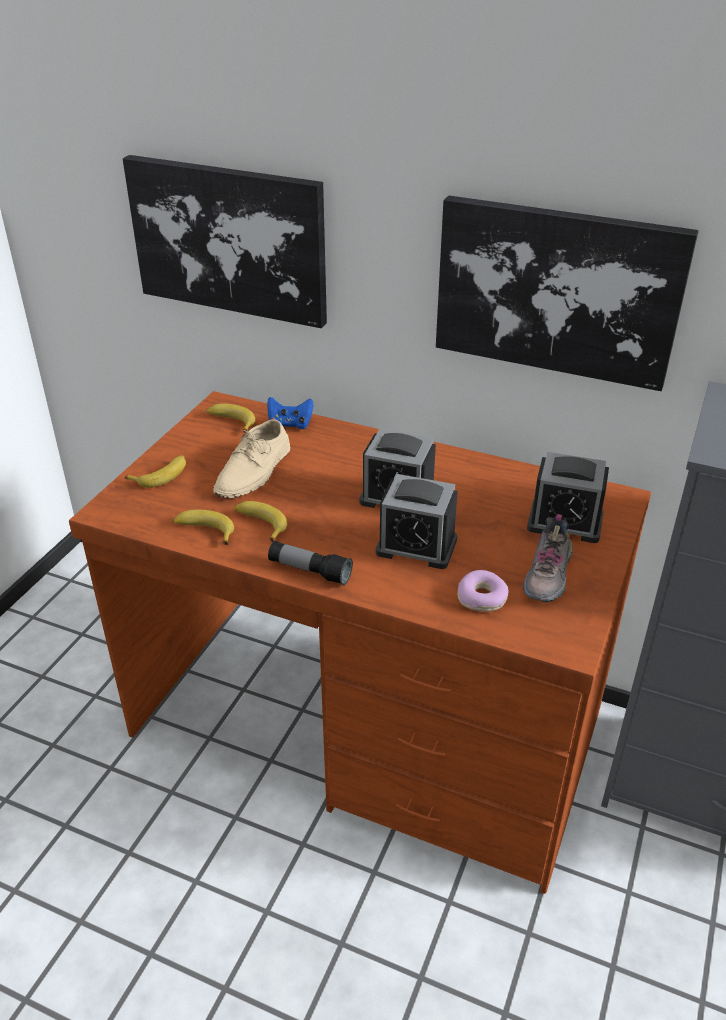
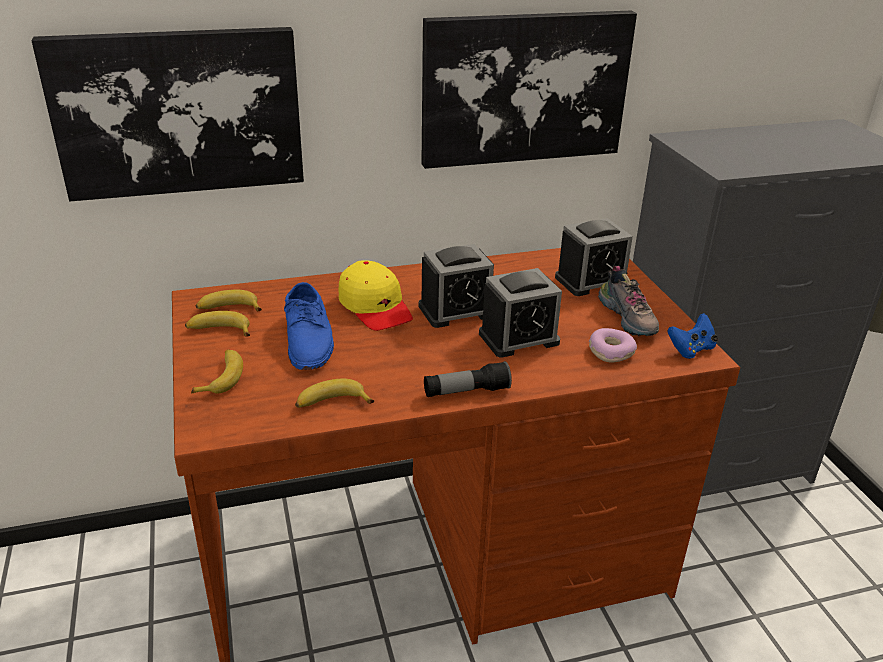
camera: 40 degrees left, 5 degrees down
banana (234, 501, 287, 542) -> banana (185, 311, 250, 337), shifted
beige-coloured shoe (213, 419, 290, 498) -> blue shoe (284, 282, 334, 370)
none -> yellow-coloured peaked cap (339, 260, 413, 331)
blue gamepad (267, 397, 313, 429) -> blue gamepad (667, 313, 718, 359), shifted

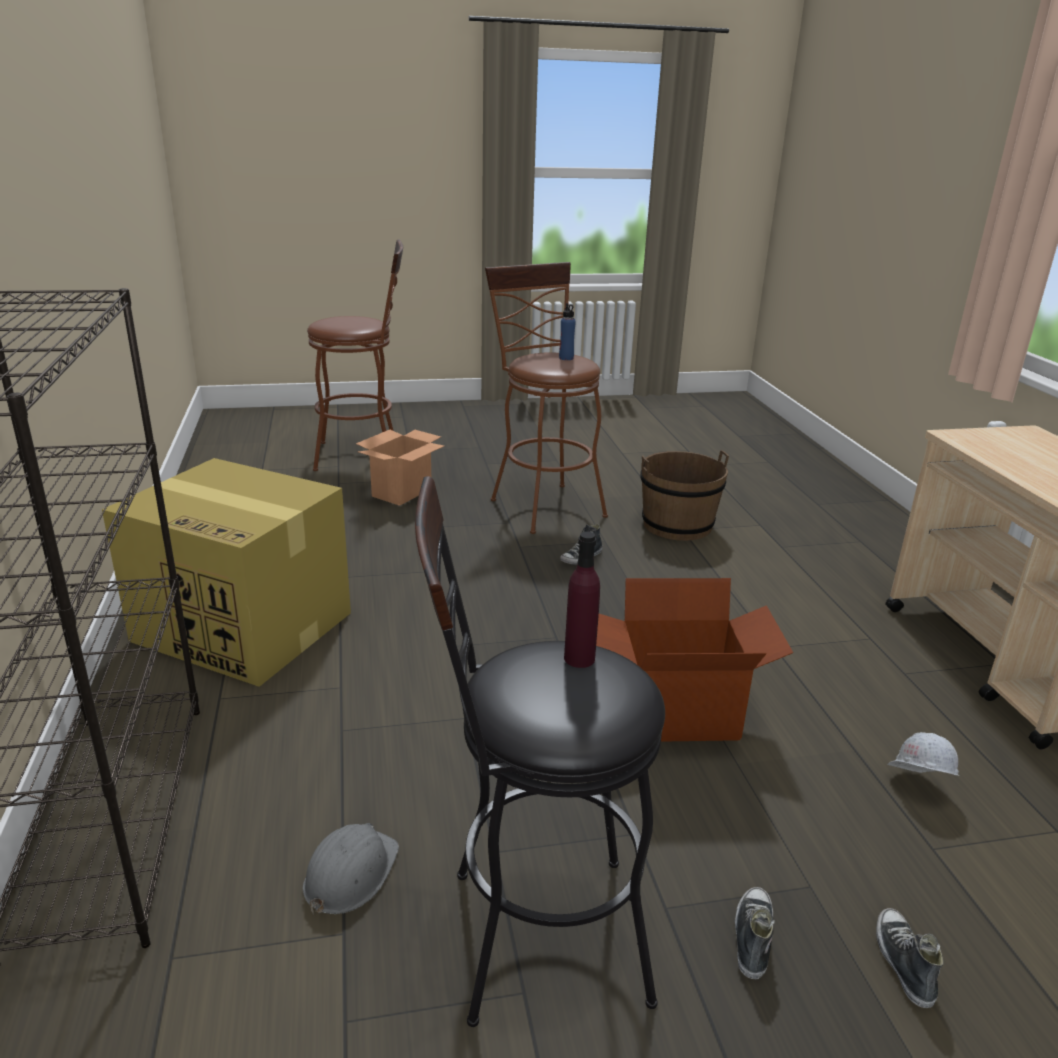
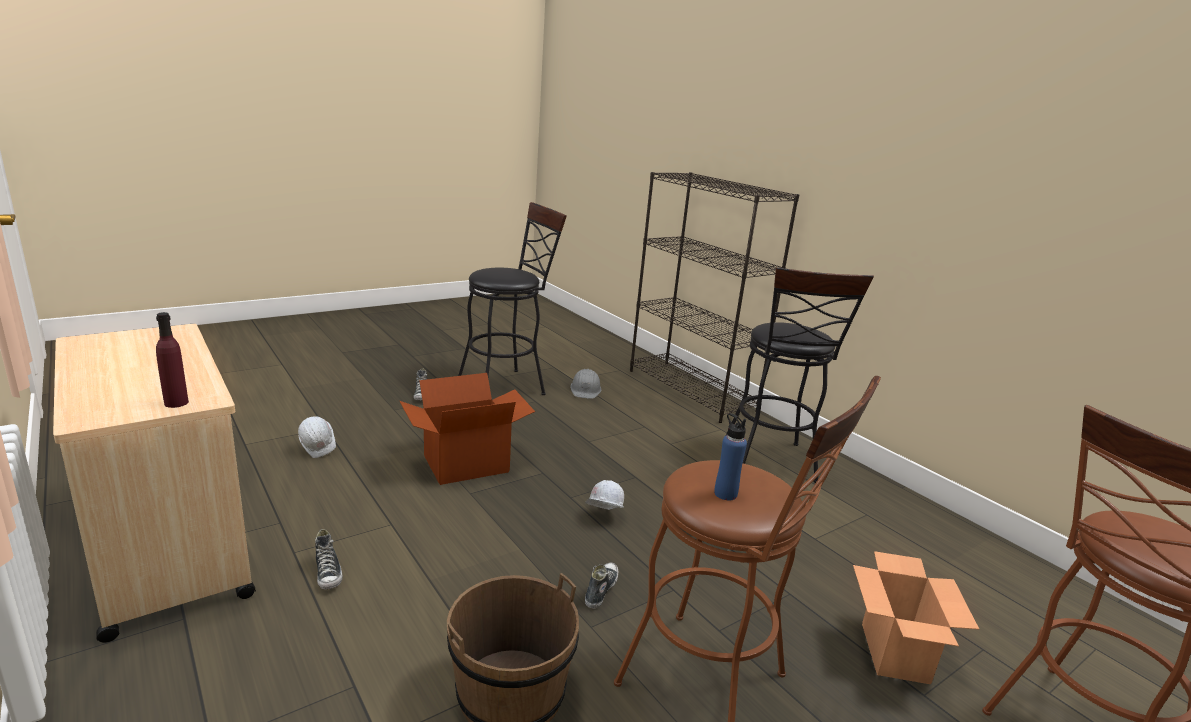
camera: 155 degrees right, 5 degrees down
purplish drink bottle (564, 531, 600, 668) -> purplish drink bottle (156, 312, 189, 408), shifted
shoe (876, 908, 944, 1008) -> shoe (315, 529, 343, 589), shifted
none -> white work helmet (585, 480, 624, 510)
packing box (102, 458, 351, 687) -> black-coloured stool (726, 267, 874, 483)

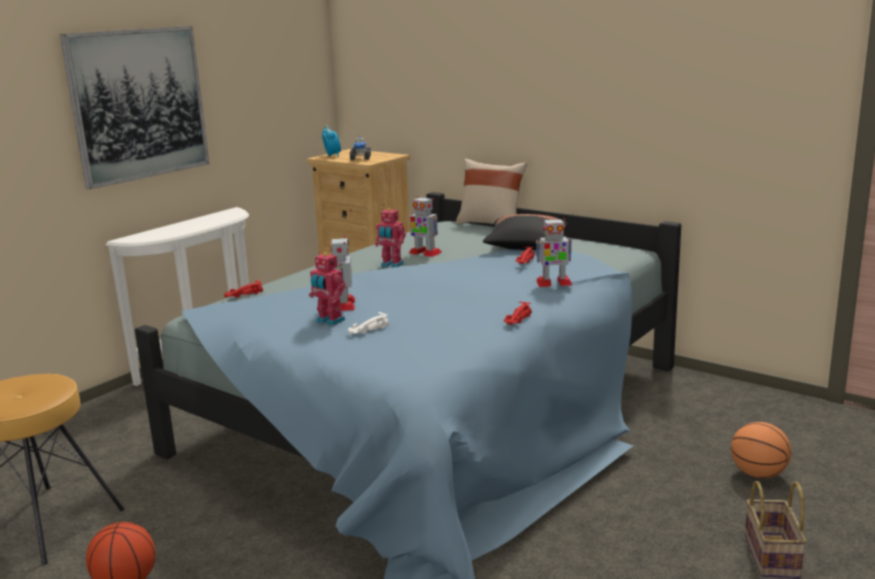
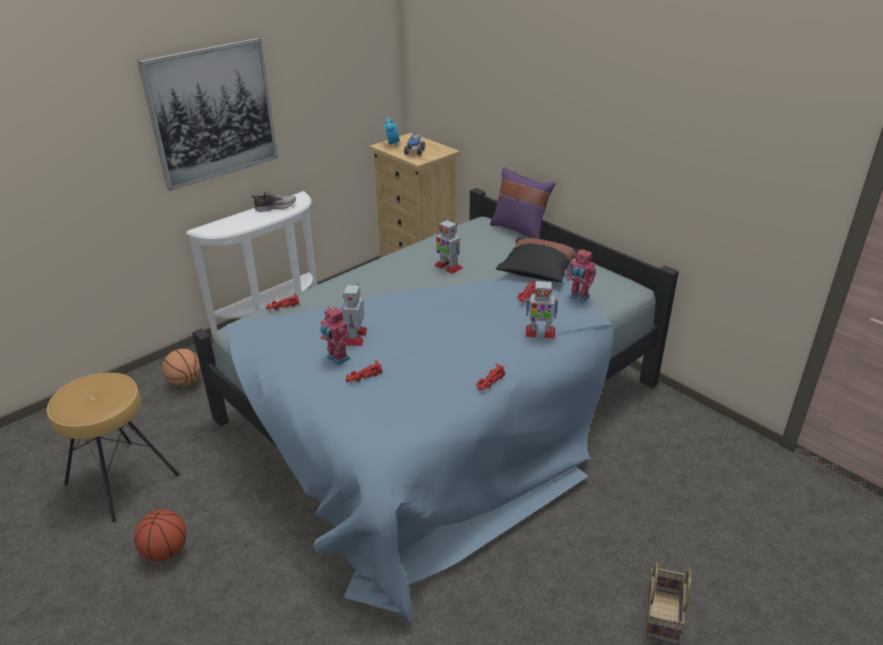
camera: 10 degrees right, 15 degrees up
ball for basketball (731, 422, 792, 478) -> ball for basketball (162, 349, 201, 386), shifted
none -> shoe (251, 192, 296, 212)
white model car (348, 312, 389, 334) -> red model car (346, 360, 382, 382)
beige-coloured pillow (456, 158, 527, 224) -> purplish pillow (490, 167, 556, 239)
robot figure (375, 208, 406, 268) -> robot figure (566, 249, 596, 303), shifted

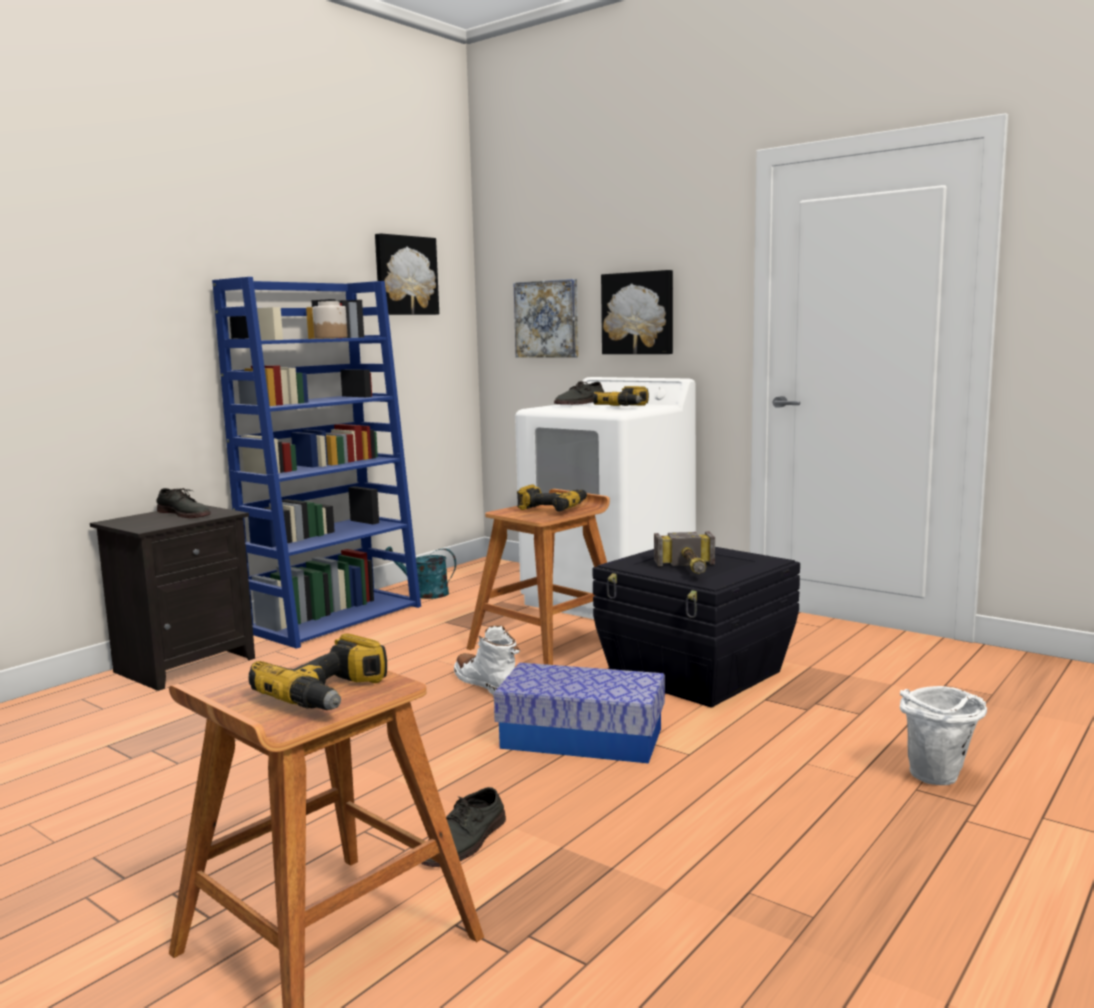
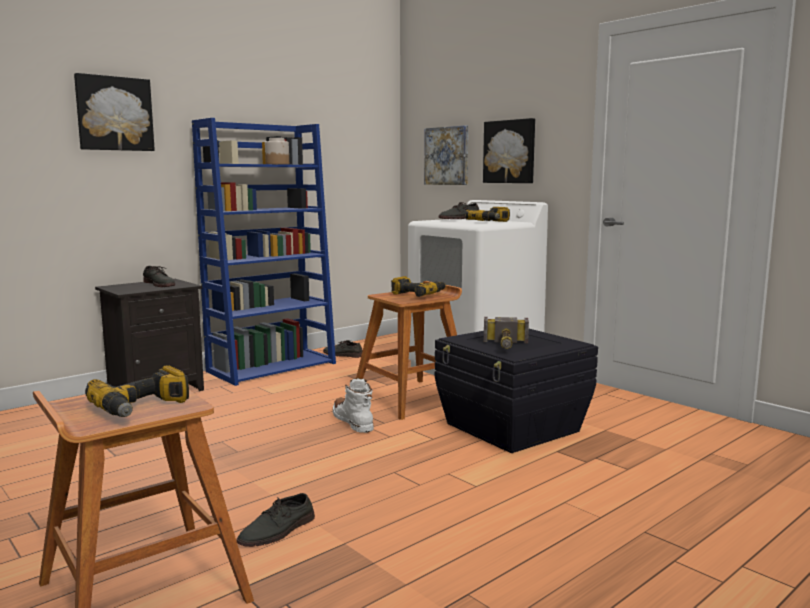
camera: 10 degrees right, 0 degrees up
wall picture (375, 233, 439, 315) -> wall picture (74, 73, 155, 151), shifted
turquoise-coloured watering can (384, 546, 456, 599) -> gray shoe (323, 340, 362, 358)
storage container (494, 663, 665, 764) -> none
white water bucket (900, 686, 987, 785) -> none

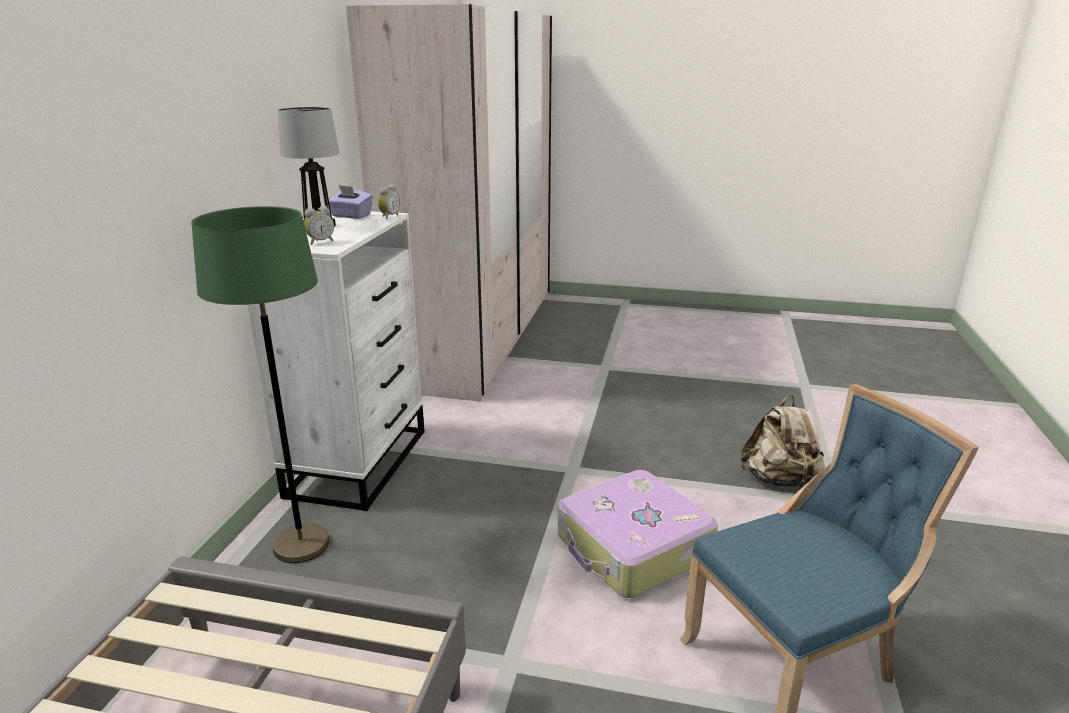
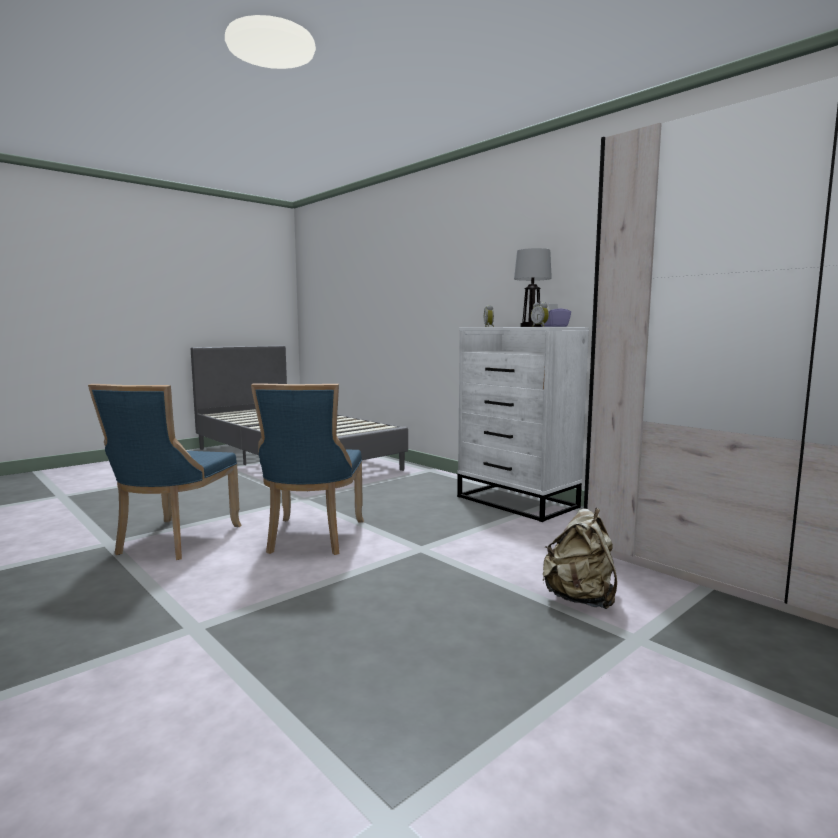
camera: 125 degrees right, 15 degrees down
piece of luggage (558, 470, 718, 598) -> blue chair (251, 383, 364, 555)
beige-coloured backpack (741, 395, 825, 488) -> beige-coloured backpack (542, 508, 617, 609), shifted
green standing lamp (191, 206, 330, 563) -> none

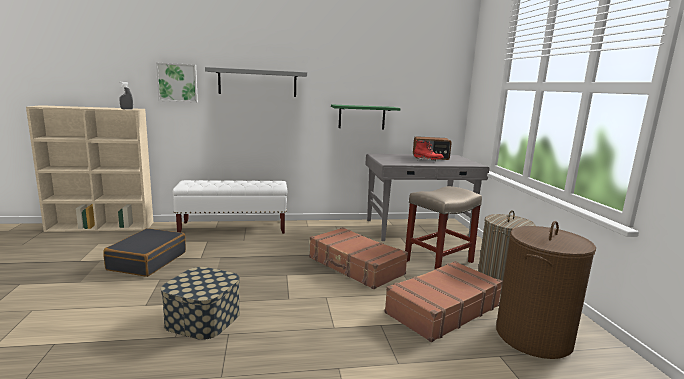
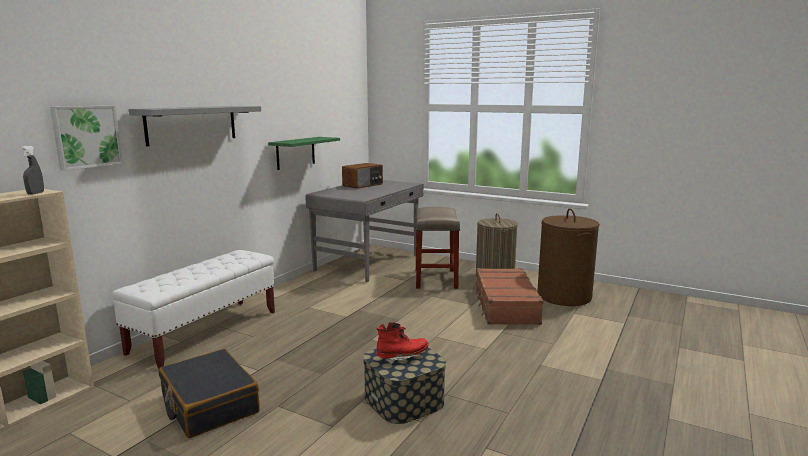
camera: 50 degrees left, 0 degrees up
red high-top boot (414, 140, 444, 161) -> red high-top boot (376, 322, 428, 364), shifted
brown piece of luggage (309, 227, 408, 289) -> none

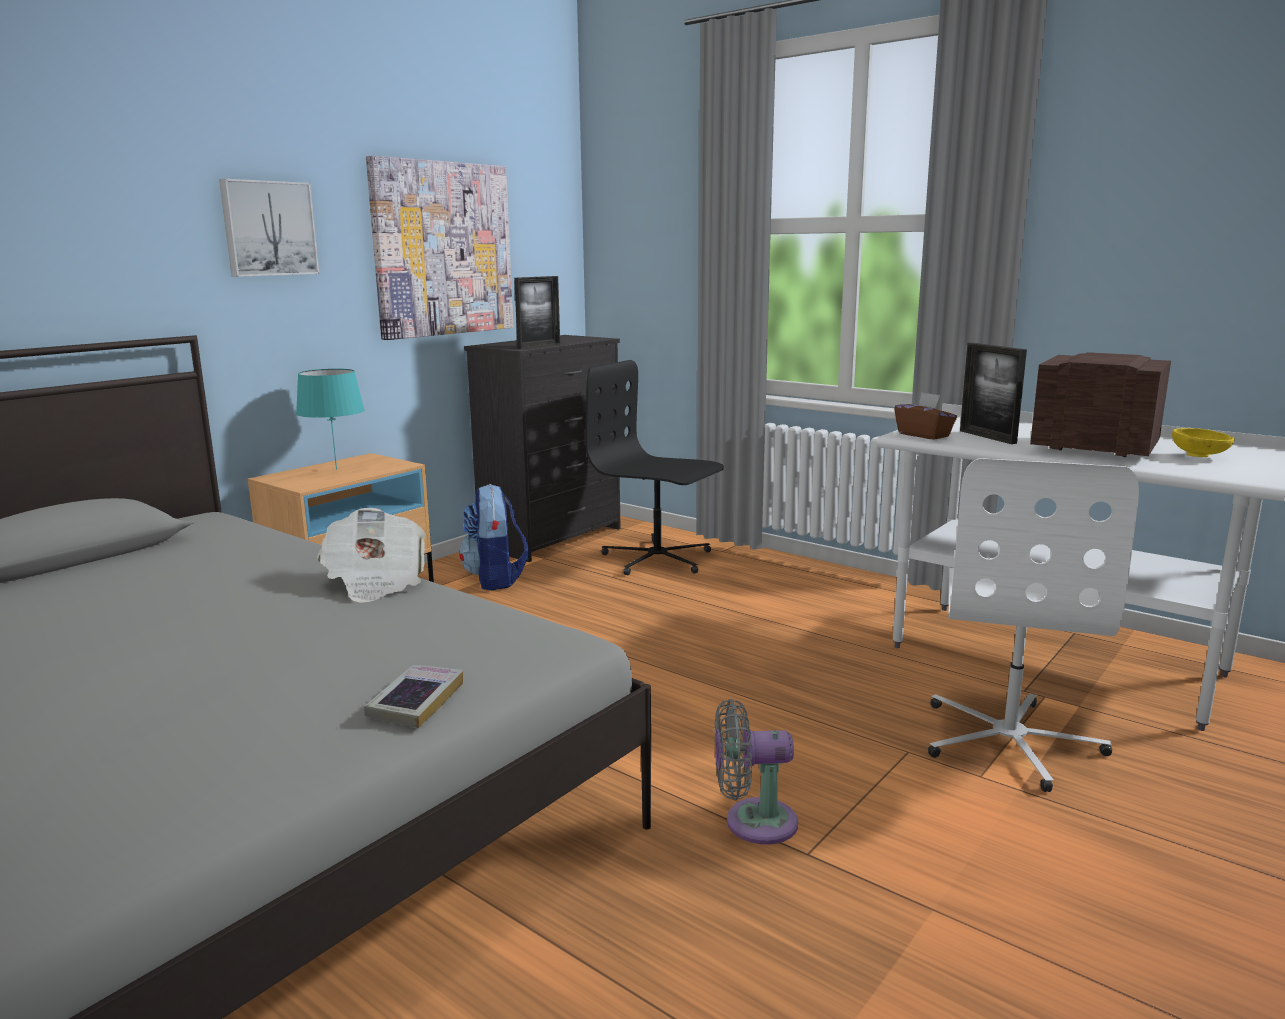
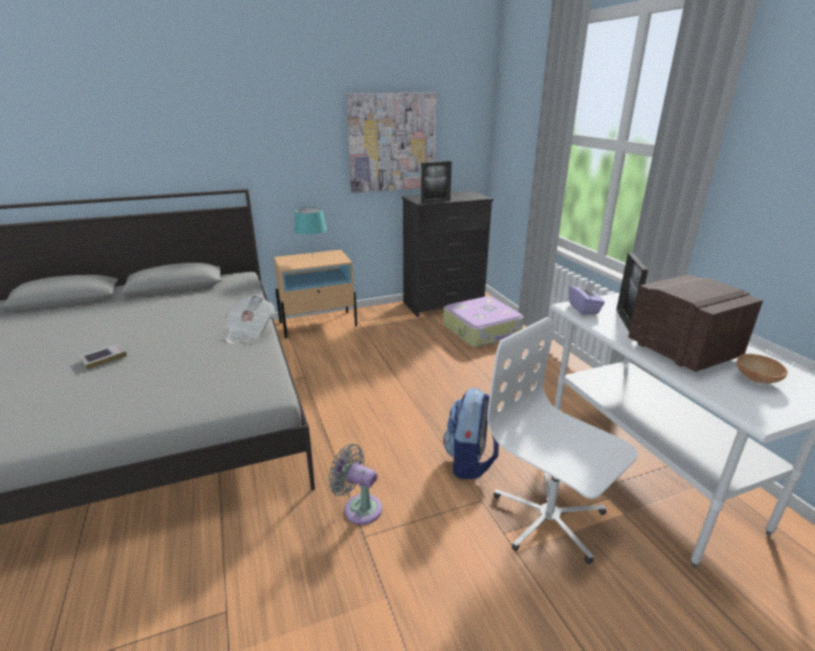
camera: 30 degrees right, 10 degrees up
bound book (364, 665, 463, 728) -> bound book (80, 344, 127, 369), shifted
black-coloured computer chair (585, 360, 724, 575) -> piece of luggage (443, 296, 524, 348)
backpack (459, 484, 529, 590) -> backpack (443, 388, 499, 479), shifted
white computer chair (928, 458, 1139, 792) -> white computer chair (487, 317, 638, 564), 90 degrees clockwise
brown tissue box (894, 392, 957, 440) -> purplish tissue box (569, 281, 605, 315)
yellow-coloured serving bowl (1172, 428, 1235, 457) -> brown serving bowl (737, 354, 788, 383)
wall picture (219, 179, 319, 277) -> none

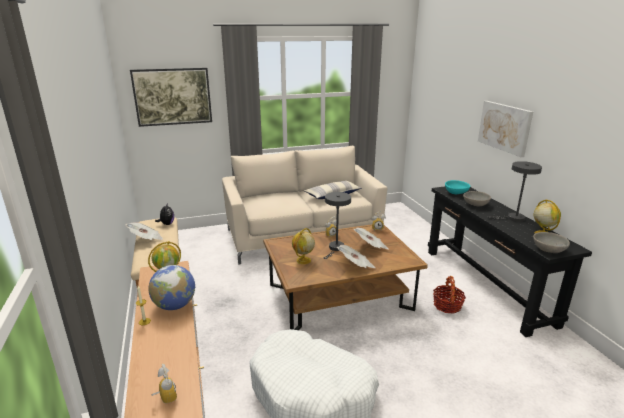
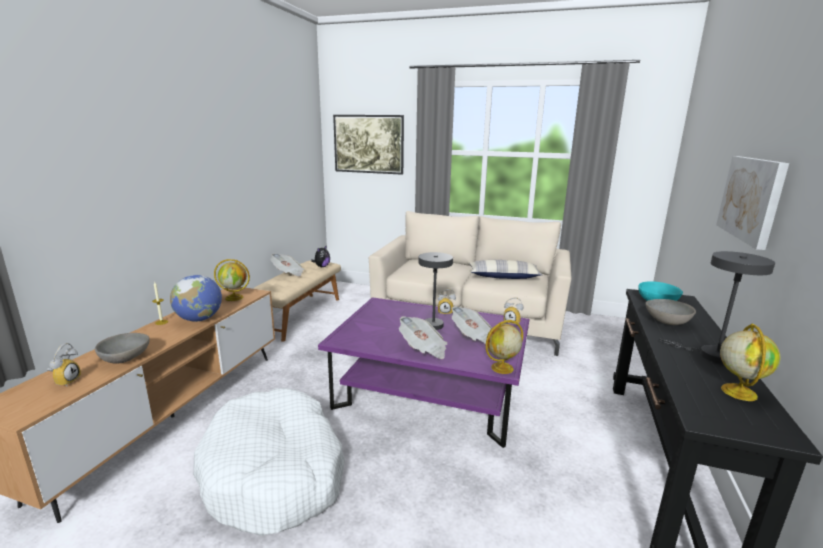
camera: 35 degrees right, 5 degrees down
gray serving bowl (533, 232, 570, 253) -> gray serving bowl (95, 333, 150, 364), shifted
brown lounge table (263, 224, 428, 330) -> purplish lounge table (318, 297, 529, 448)
desk globe (292, 228, 315, 264) -> desk globe (486, 320, 523, 374), shifted
storage basket (433, 276, 466, 314) -> none

